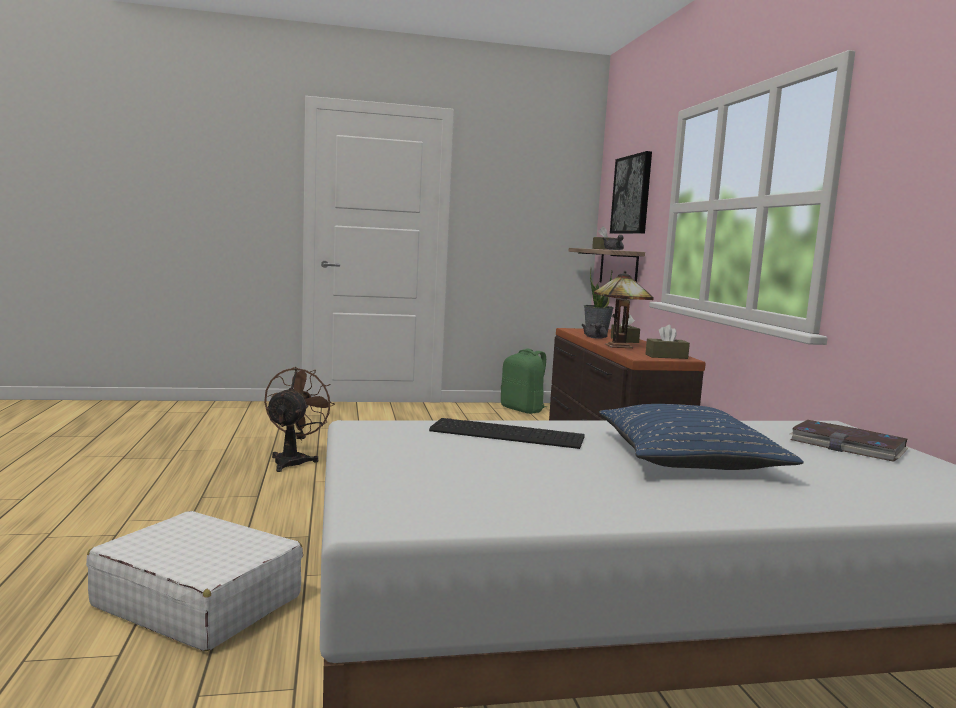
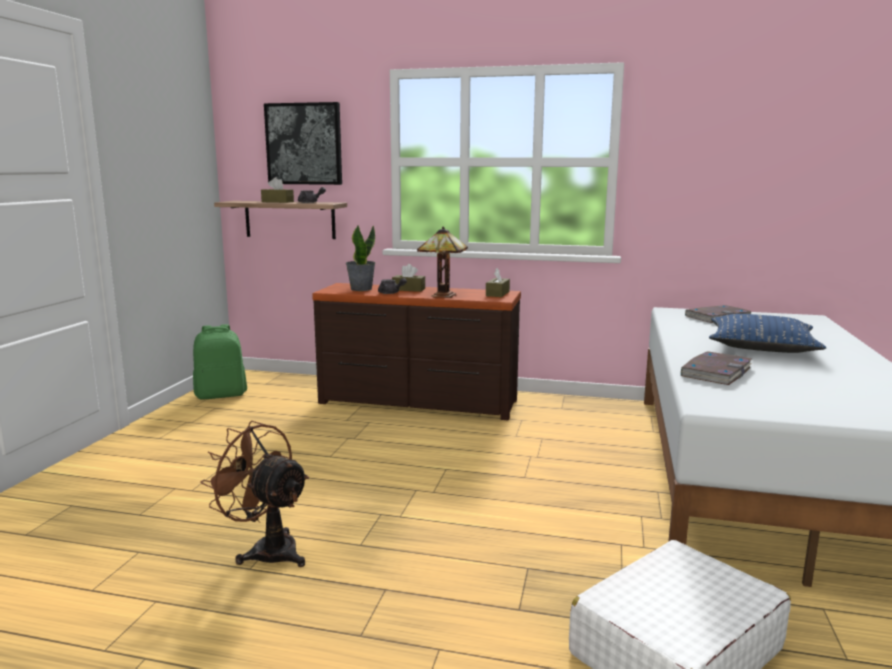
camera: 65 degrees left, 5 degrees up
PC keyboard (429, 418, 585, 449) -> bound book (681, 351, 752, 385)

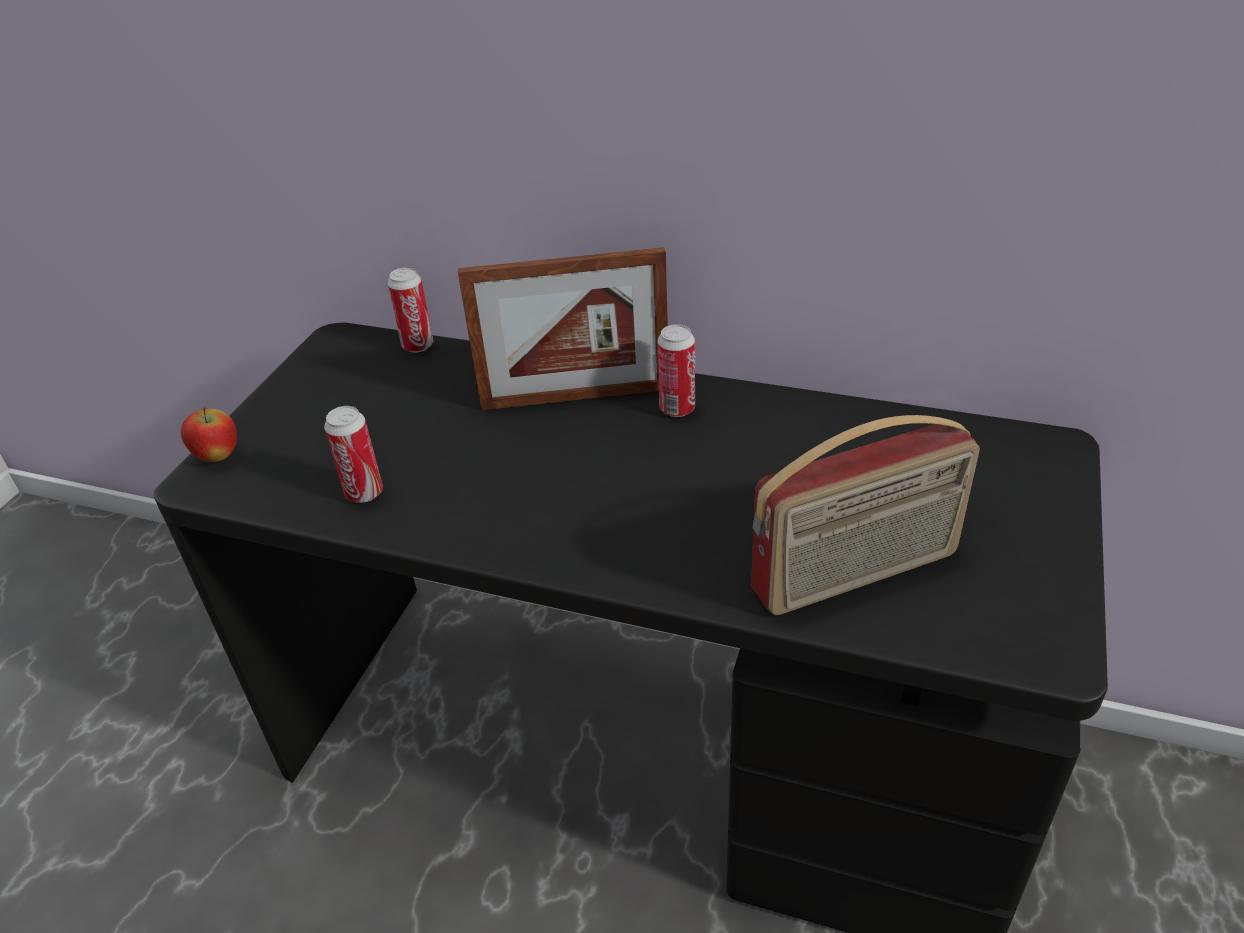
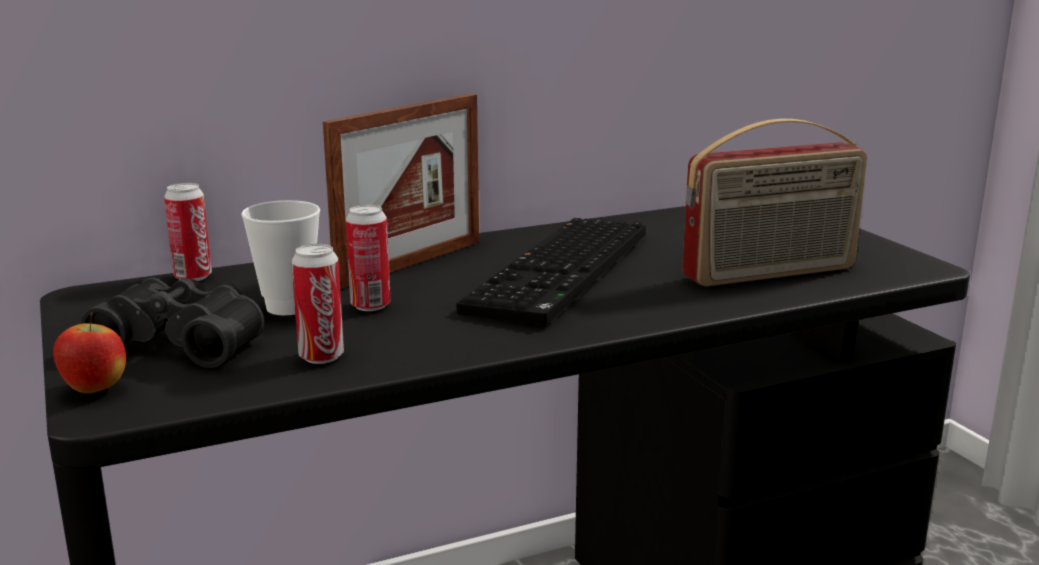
camera: 45 degrees left, 20 degrees down
none -> black-coloured pair of binoculars (81, 278, 264, 368)
none -> drinking cup (241, 200, 320, 315)
metal can (657, 324, 695, 417) -> metal can (346, 205, 390, 311), shifted
none -> PC keyboard (456, 218, 646, 325)
radio receiver (751, 415, 980, 615) -> radio receiver (682, 119, 867, 286), 45 degrees clockwise

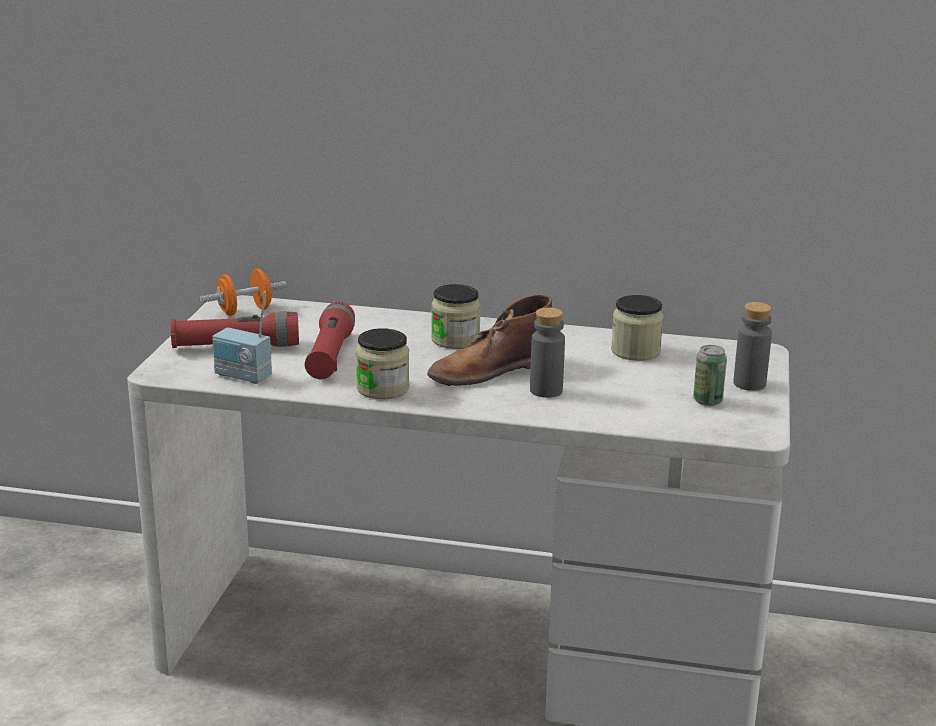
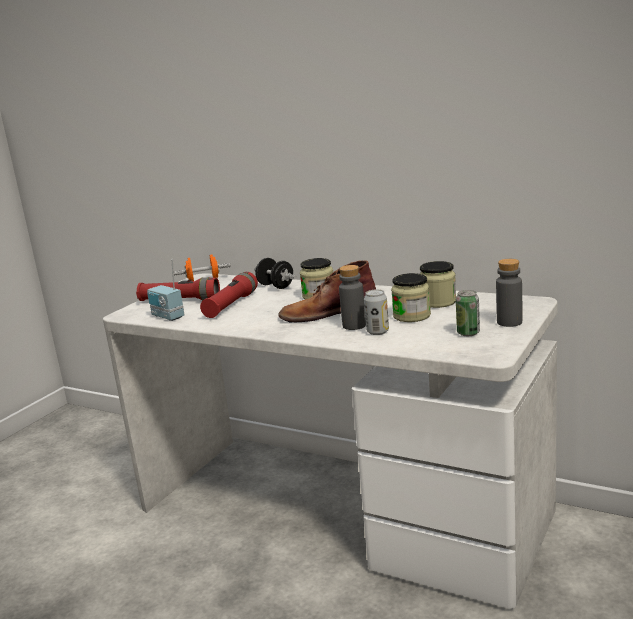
camera: 20 degrees right, 5 degrees down
none -> black-coloured dumbbell (254, 258, 297, 289)
none -> metal can (364, 289, 389, 335)
storage jar (356, 328, 409, 399) -> storage jar (391, 273, 431, 322), shifted

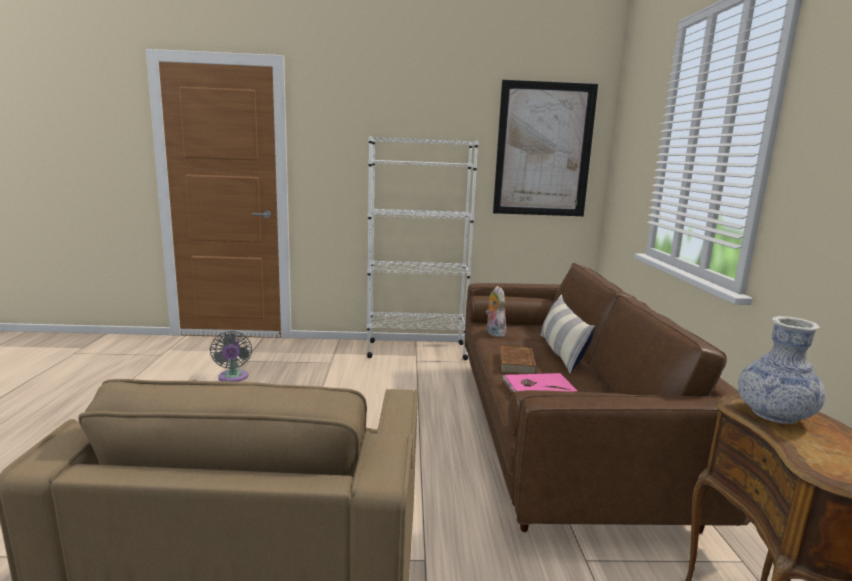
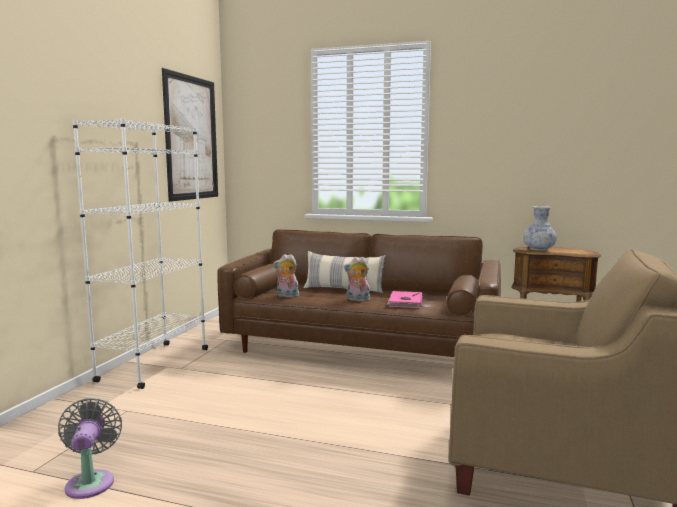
camera: 70 degrees left, 5 degrees down
gray fan (210, 331, 252, 382) -> gray fan (58, 398, 122, 499), 105 degrees counterclockwise
brown bound book (500, 346, 537, 374) -> cuddly toy (344, 257, 370, 301)

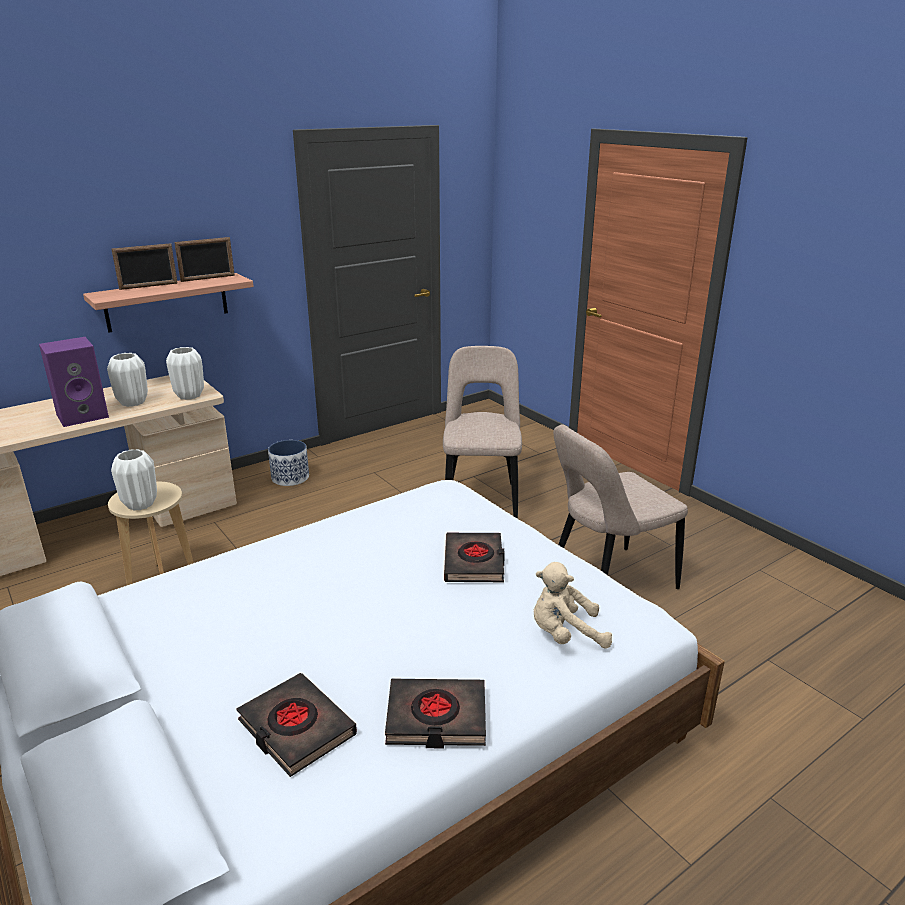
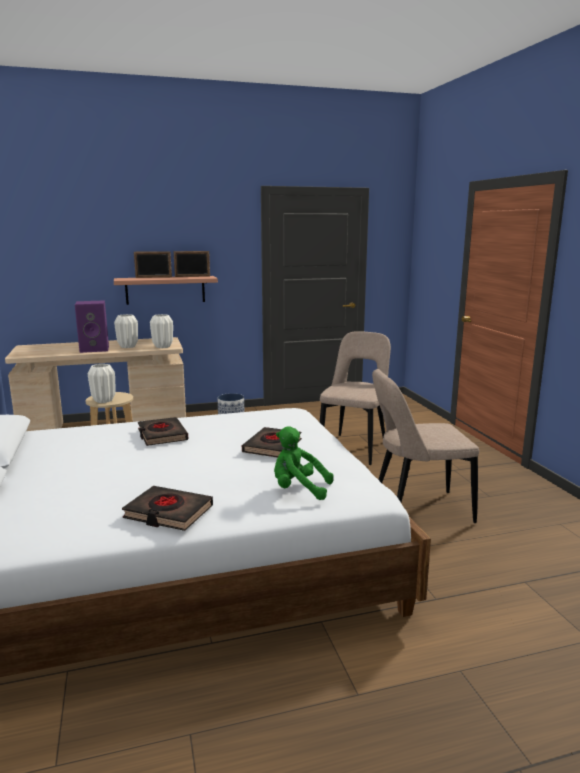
camera: 20 degrees right, 10 degrees down
black-coloured bound book (236, 673, 357, 777) -> black-coloured bound book (138, 417, 188, 446), shifted
beige-coloured cuddly toy (534, 562, 612, 648) -> green cuddly toy (274, 427, 334, 500)

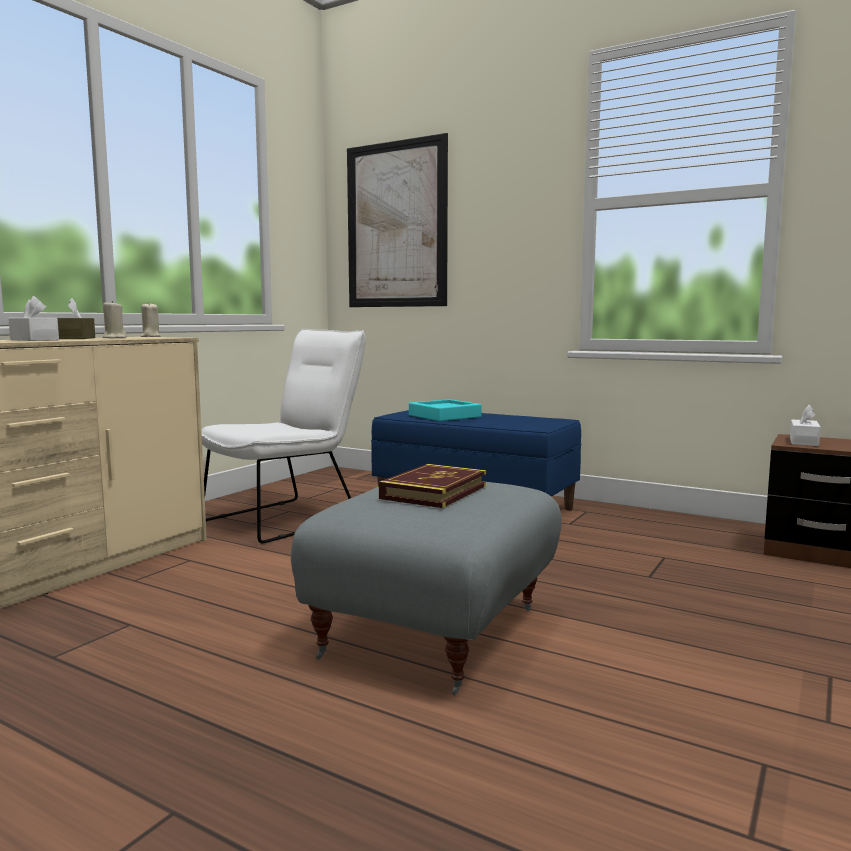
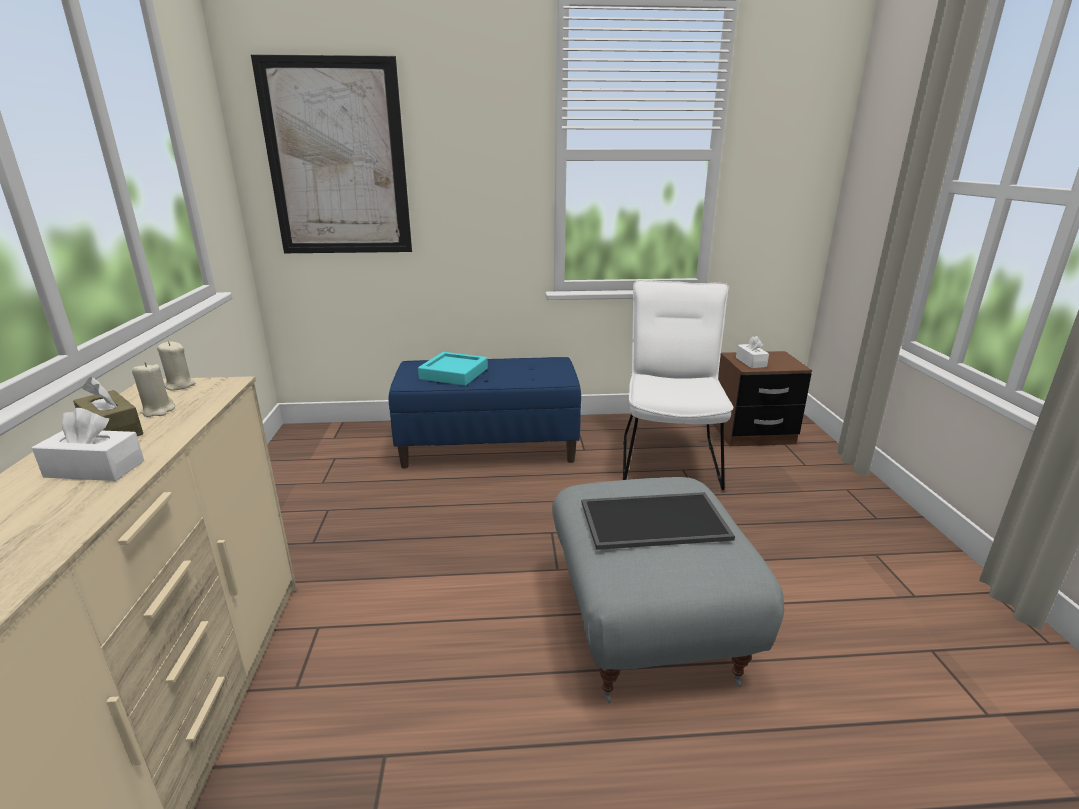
camera: 35 degrees left, 15 degrees up
bound book (379, 464, 486, 508) -> tray (582, 492, 735, 550)
white chair (201, 329, 366, 544) -> white chair (623, 280, 733, 490), shifted

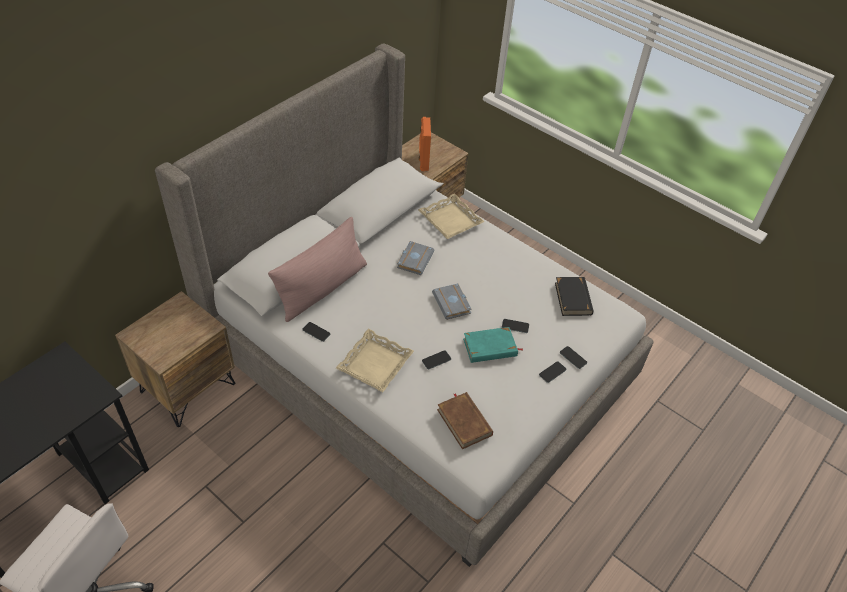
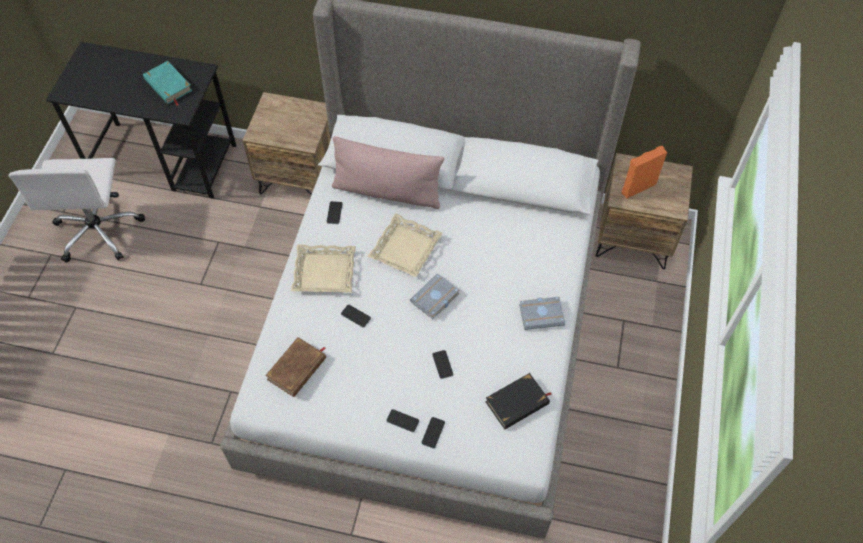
camera: 65 degrees right, 10 degrees up
turquoise-coloured bound book (463, 327, 522, 363) -> turquoise-coloured bound book (143, 61, 192, 105), shifted
beige-coloured tray (418, 194, 485, 239) -> beige-coloured tray (368, 213, 443, 277), shifted
gray bound book (397, 241, 434, 275) -> gray bound book (519, 297, 565, 330), shifted

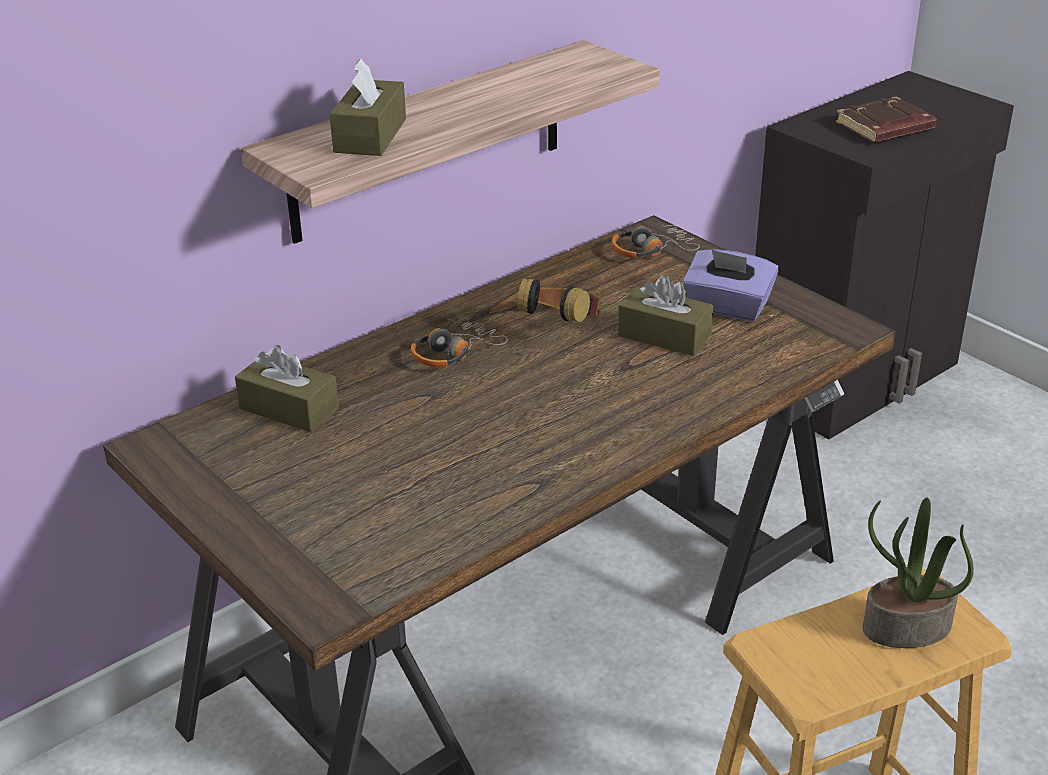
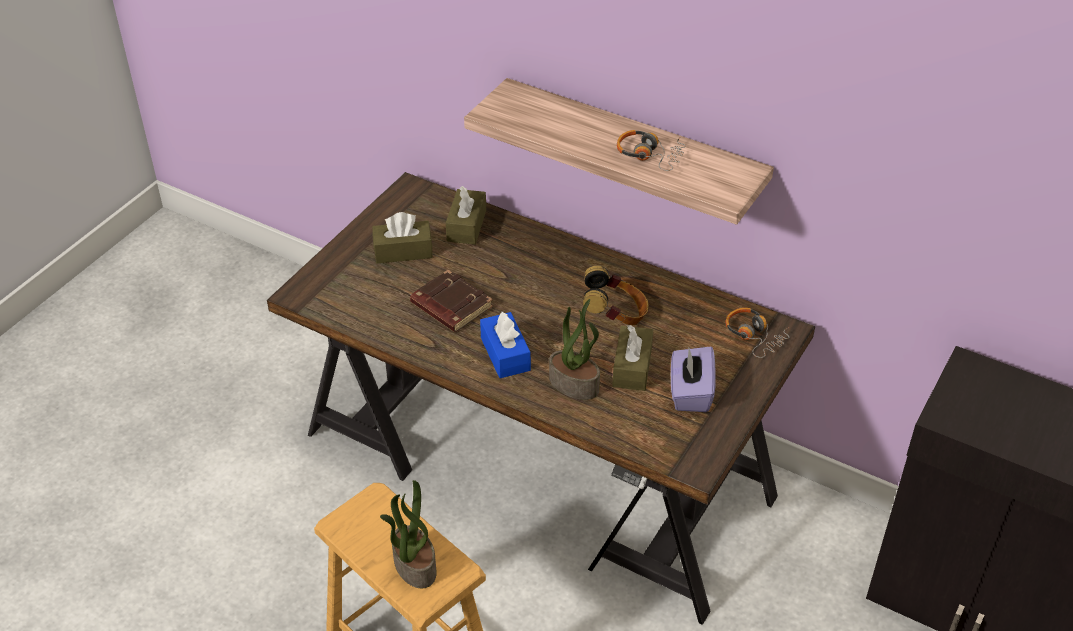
camera: 70 degrees right, 10 degrees up
brown tissue box (330, 58, 406, 156) -> brown tissue box (372, 212, 433, 263), shifted
brown bound book (836, 96, 936, 143) -> brown bound book (410, 270, 493, 332), shifted
none -> blue tissue box (480, 312, 531, 378)
none -> houseplant (549, 299, 600, 400)
pair of headphones (411, 318, 508, 367) -> pair of headphones (617, 130, 685, 171), shifted

